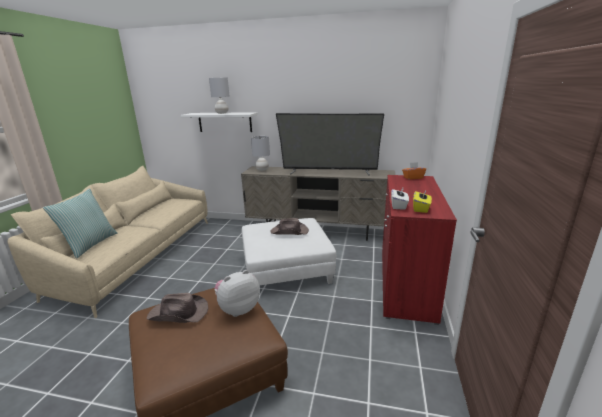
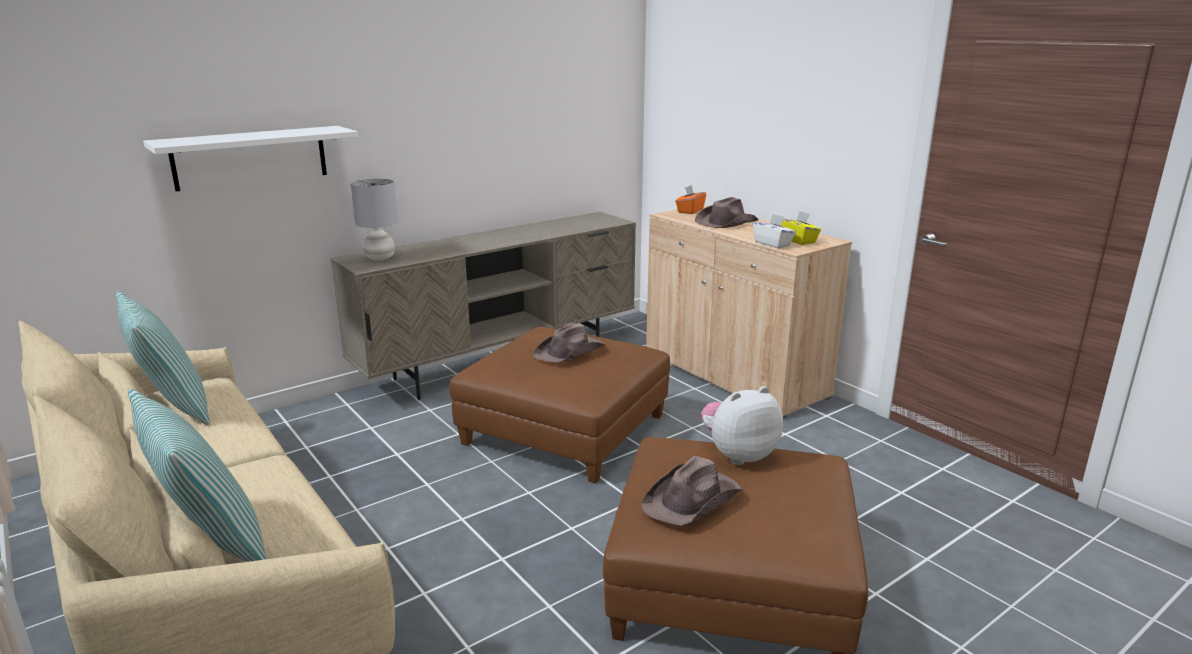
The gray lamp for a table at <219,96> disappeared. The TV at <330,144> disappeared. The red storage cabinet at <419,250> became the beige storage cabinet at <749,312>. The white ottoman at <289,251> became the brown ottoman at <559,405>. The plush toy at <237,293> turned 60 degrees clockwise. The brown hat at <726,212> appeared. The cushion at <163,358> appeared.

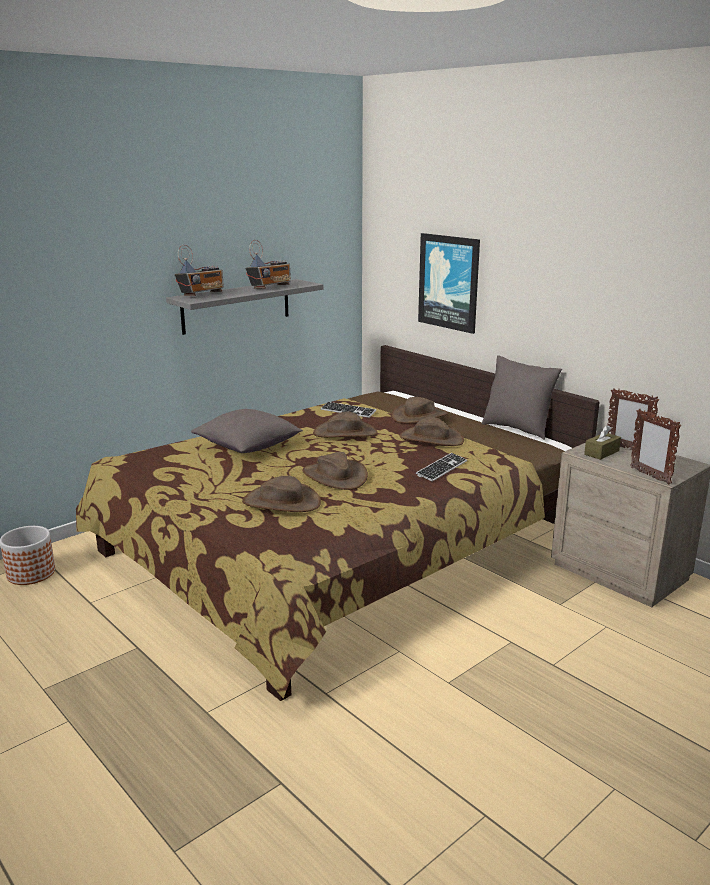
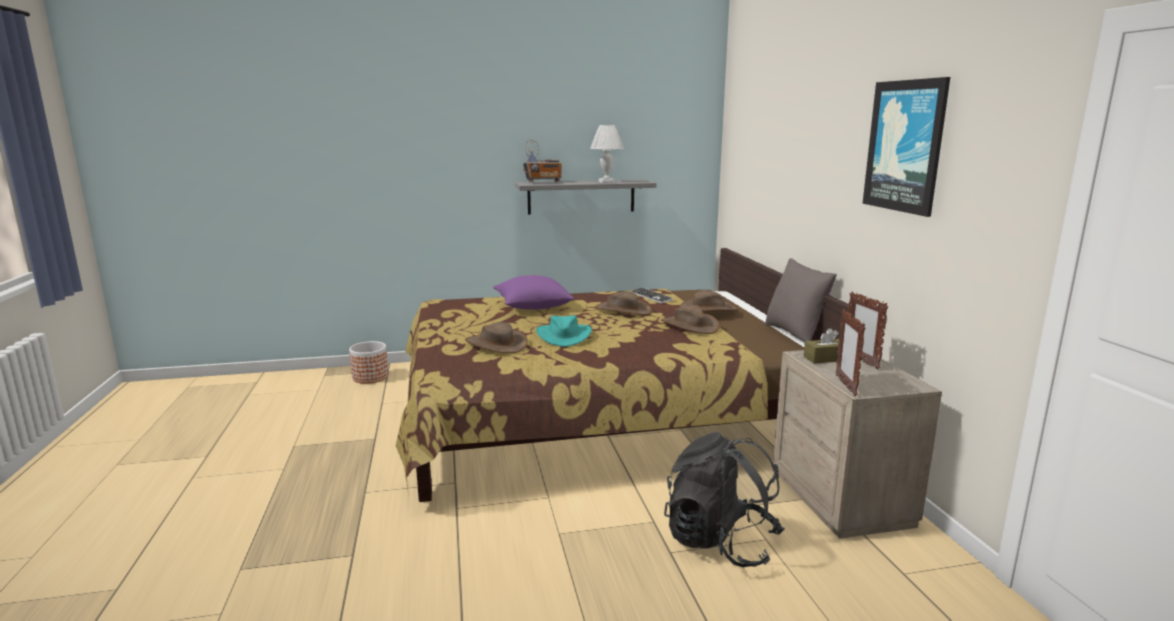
The wall picture moved from <449,283> to <906,147>. The radio receiver at <268,264> was replaced by the white lamp for a table at <607,154>. The gray cushion at <247,431> became the purple cushion at <534,292>. The brown hat at <335,471> became the blue-green hat at <564,331>. The keyboard at <441,467> disappeared. The black-coloured backpack at <724,499> appeared.

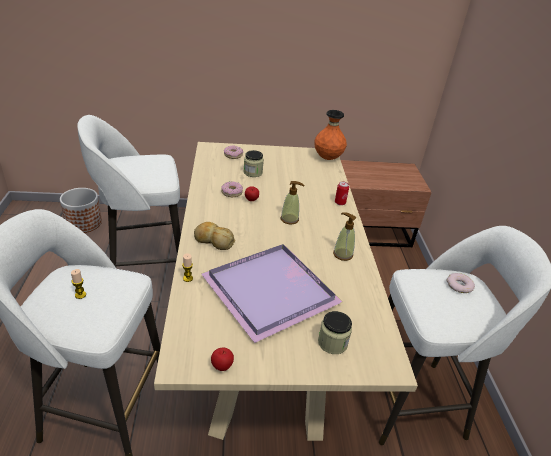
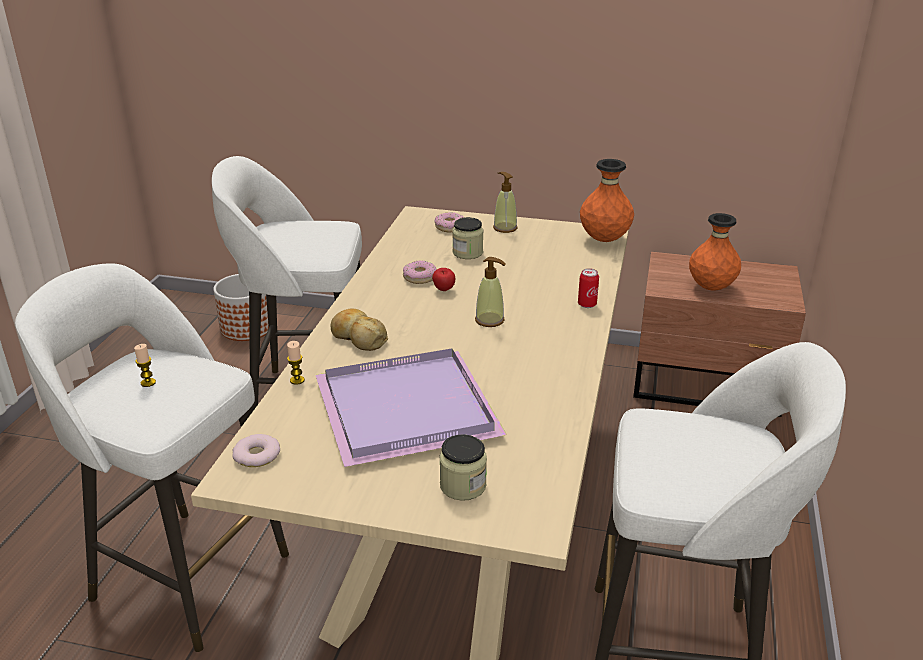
The soap dispenser moved from <344,236> to <505,202>. The donut moved from <460,283> to <256,450>. The apple at <222,359> disappeared. The orangey vase at <715,252> appeared.

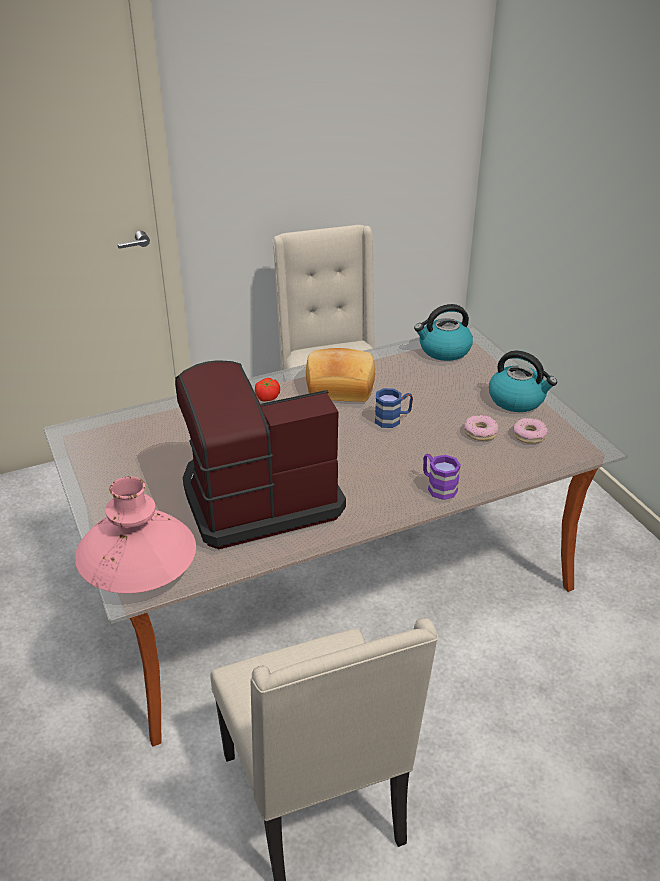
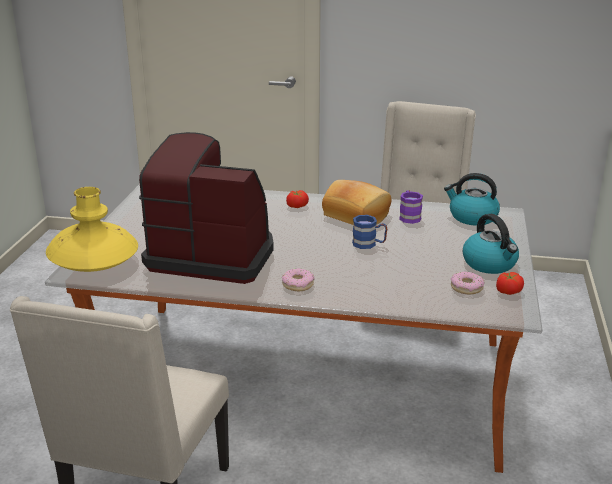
The donut moved from <481,428> to <298,279>. The purple tea mug moved from <442,477> to <411,207>. The pink vase at <135,534> became the yellow-coloured vase at <92,229>. The tomato at <510,283> appeared.

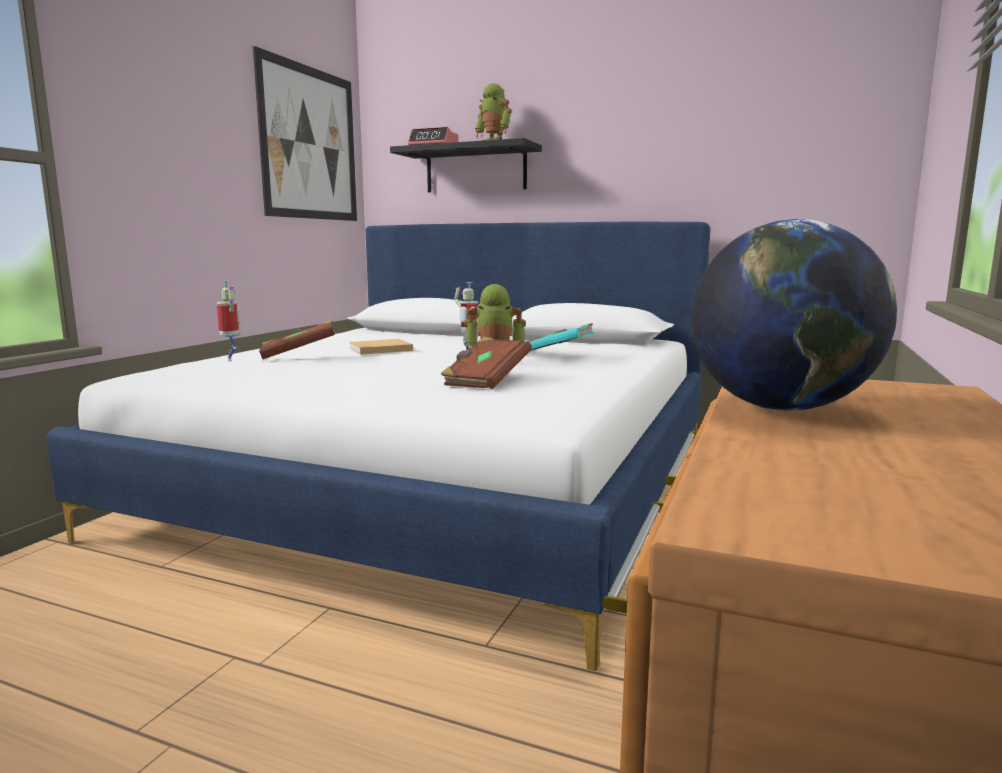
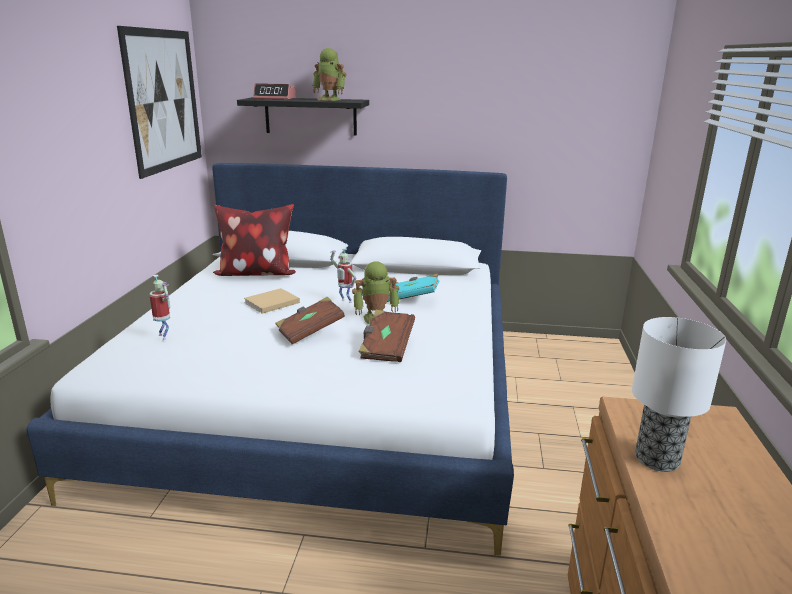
The desk globe at <794,315> was replaced by the lamp for a table at <679,394>. The brown volume moved from <297,339> to <310,320>. The cushion at <254,240> appeared.

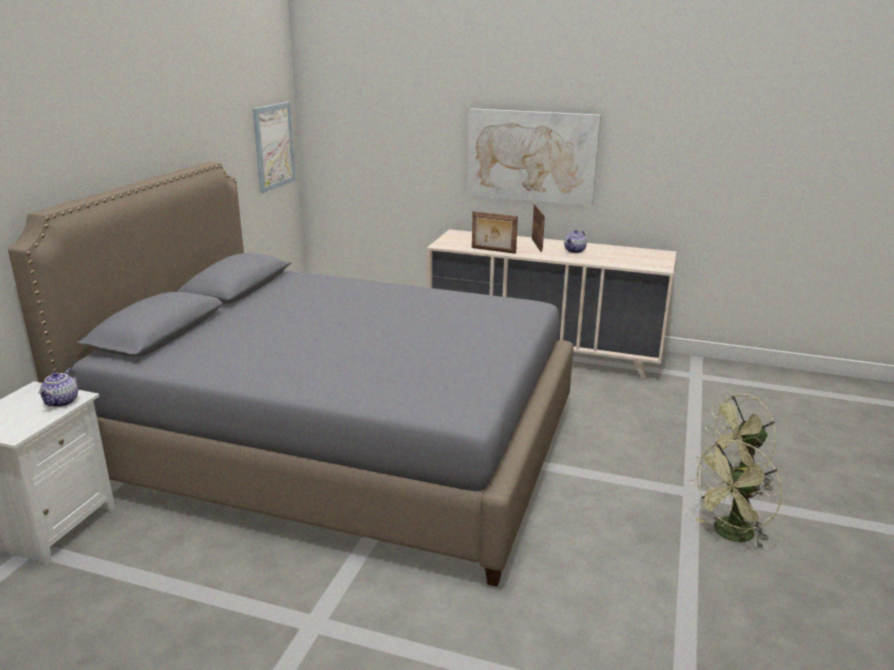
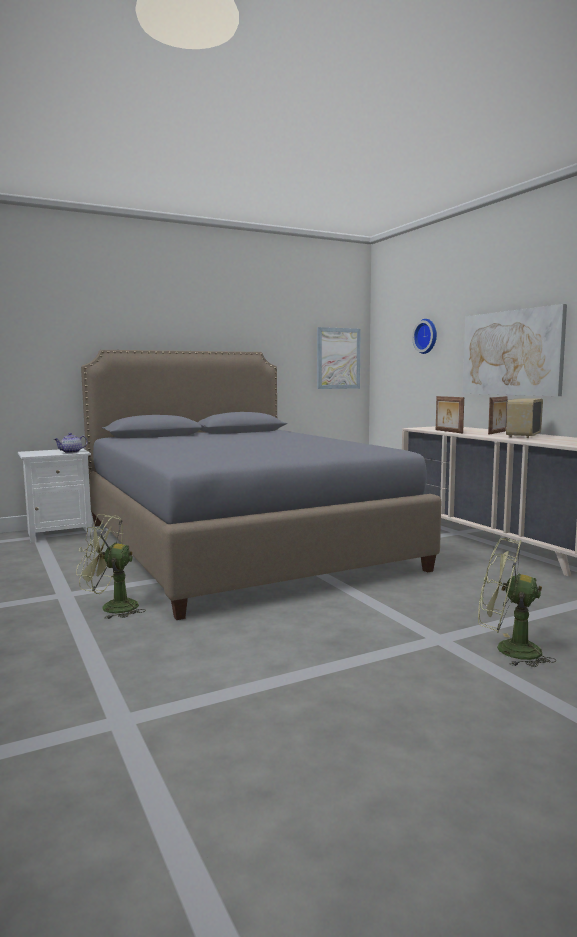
The pot for tea at <575,241> was replaced by the radio receiver at <524,418>. The greenish fan moved from <736,494> to <111,566>. The wall clock at <424,336> appeared.

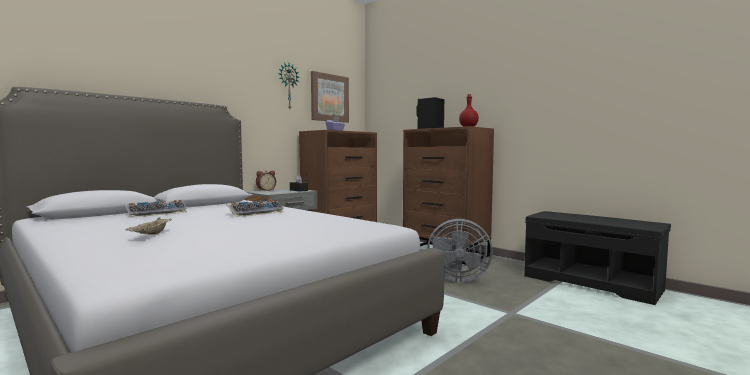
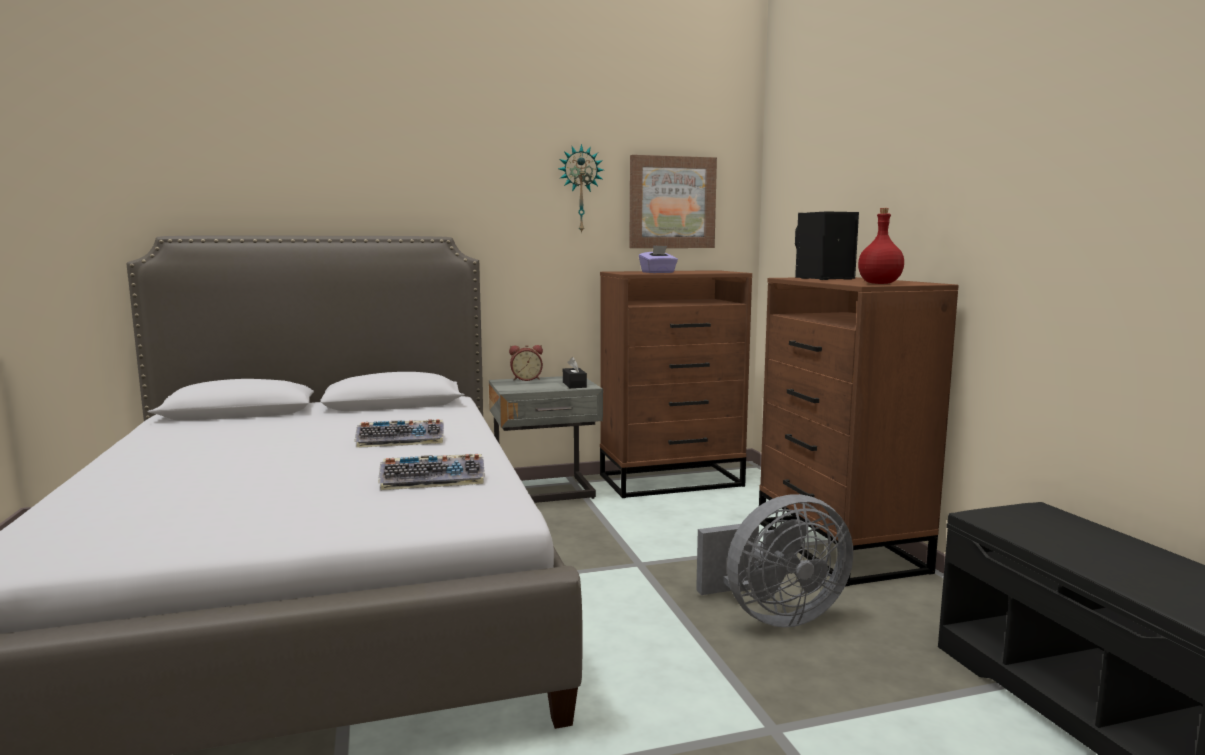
The keyboard moved from <156,209> to <431,472>. The beige tray at <148,226> disappeared. The gray fan at <460,250> turned 60 degrees counterclockwise.

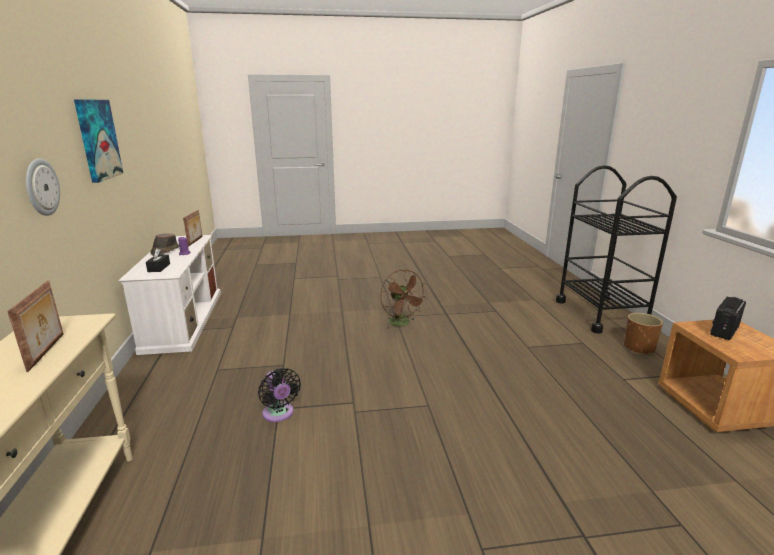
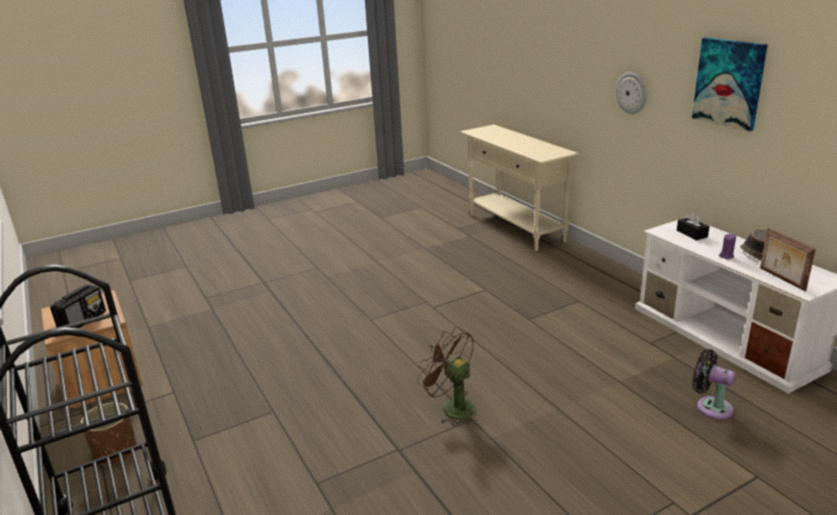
The photo frame at <35,326> disappeared. The black-coloured fan moved from <279,395> to <714,384>.

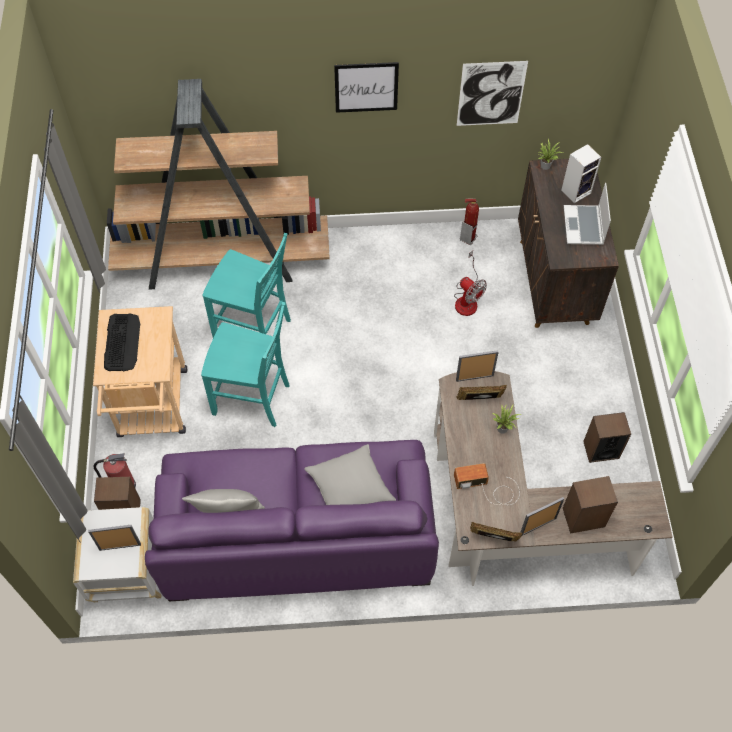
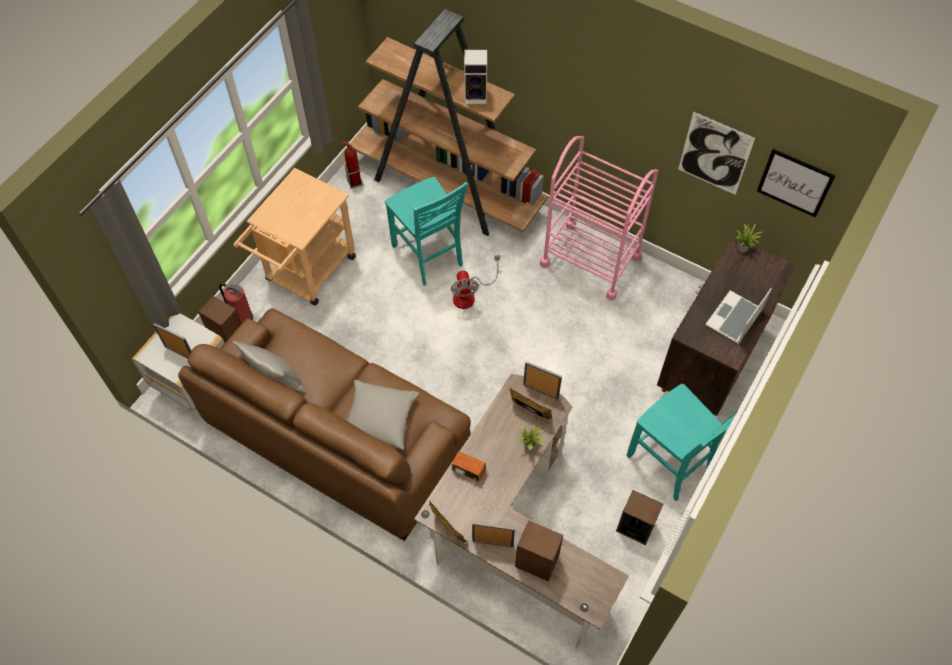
The wall picture moved from <366,87> to <796,183>. The audio speaker moved from <581,173> to <475,77>. The fire extinguisher moved from <469,222> to <352,165>. The fan moved from <470,283> to <475,282>. The blue-green upright chair moved from <245,364> to <687,442>. The keyboard at <122,342> disappeared. The purple couch at <292,521> became the brown couch at <324,424>. The pink wheeled cart at <599,218> appeared.

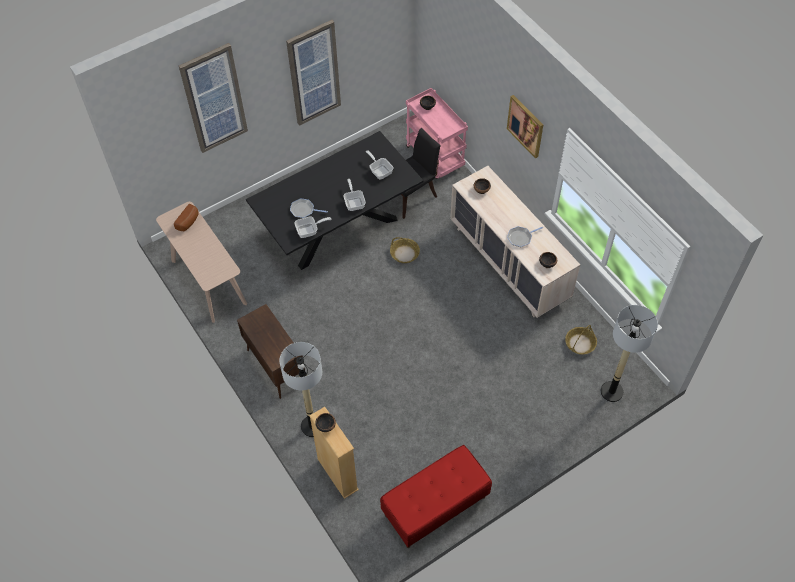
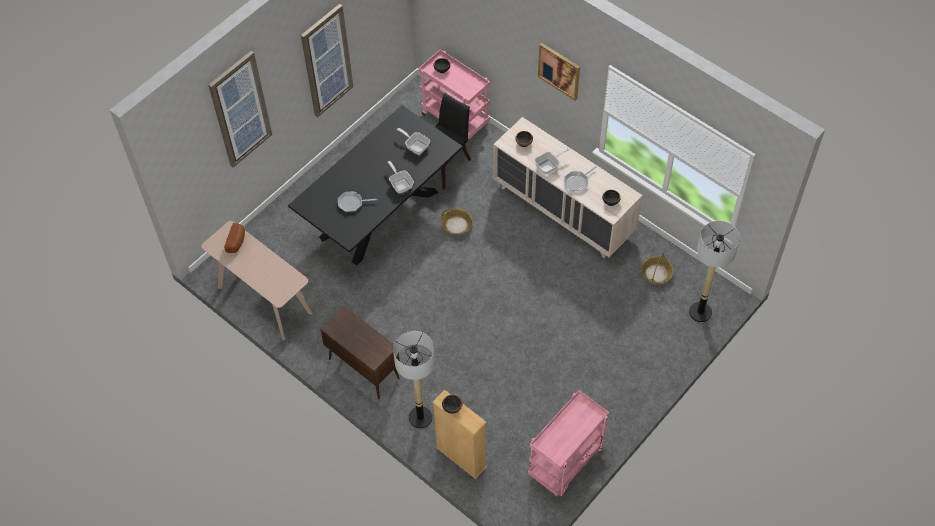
The skillet moved from <312,227> to <551,161>. The red bench at <436,496> was replaced by the pink wheeled cart at <568,443>.

